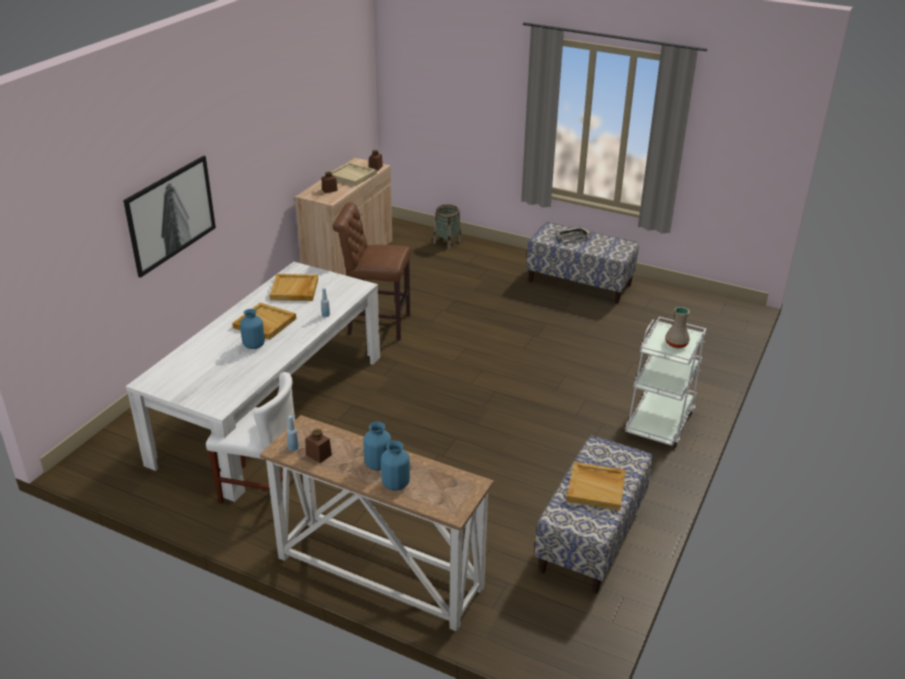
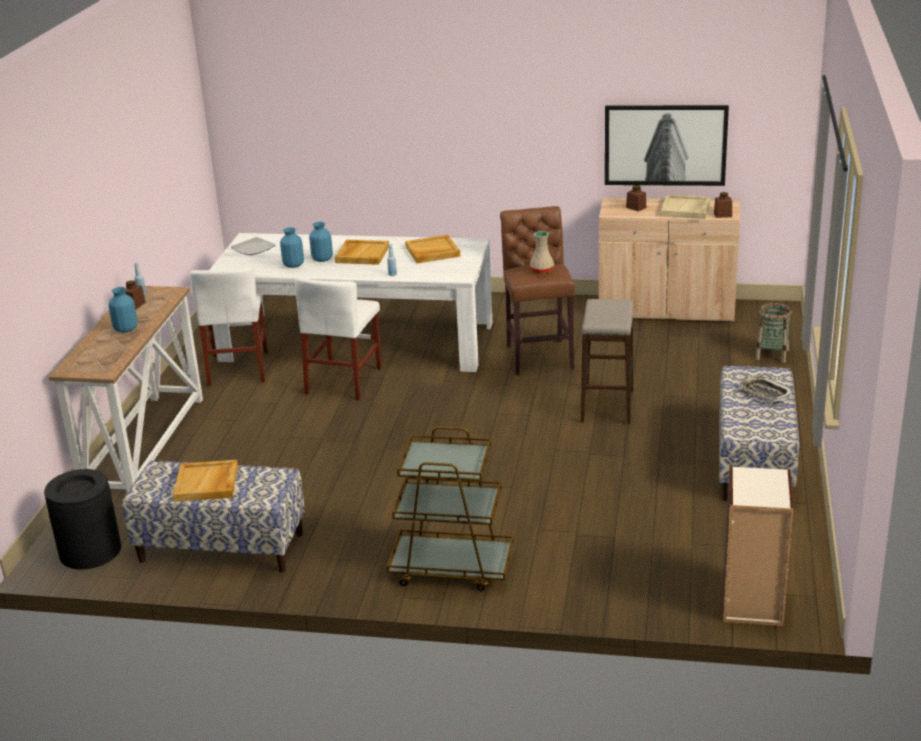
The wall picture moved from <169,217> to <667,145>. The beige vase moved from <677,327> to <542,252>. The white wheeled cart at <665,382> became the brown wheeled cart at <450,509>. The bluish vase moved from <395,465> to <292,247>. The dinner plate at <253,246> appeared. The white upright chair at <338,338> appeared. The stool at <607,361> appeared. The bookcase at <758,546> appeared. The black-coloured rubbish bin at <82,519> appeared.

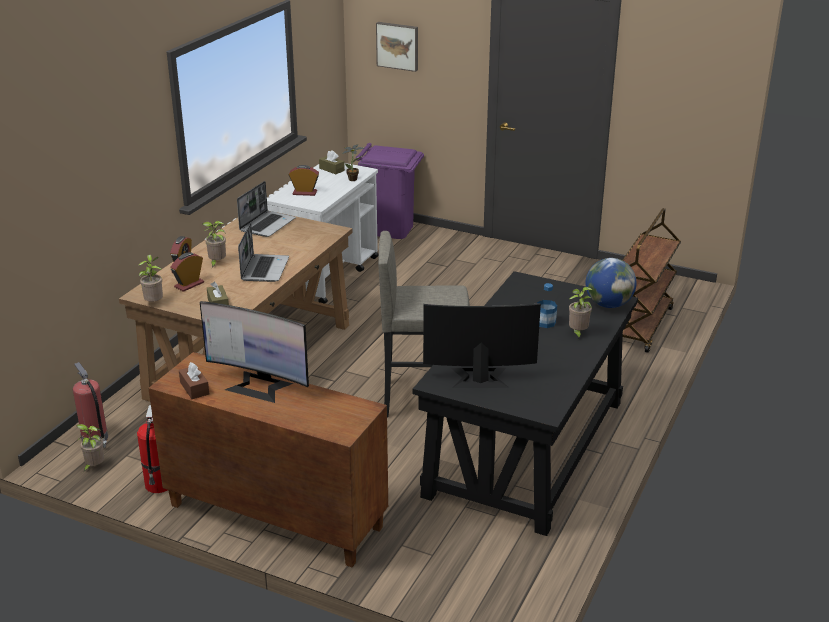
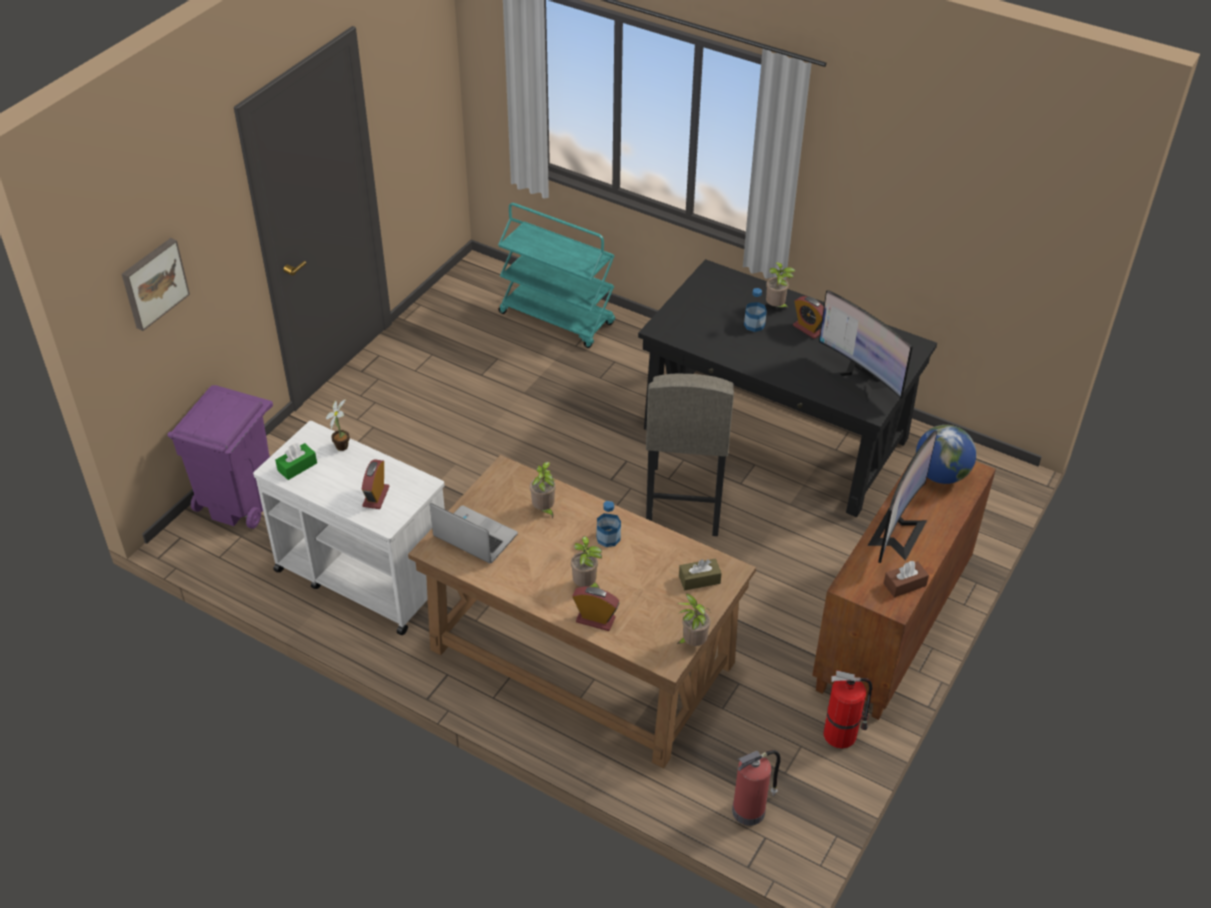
The brown box of tissues at <332,162> became the greenish box of tissues at <296,461>. The brown wheeled cart at <652,280> became the blue-green wheeled cart at <556,275>. The laptop at <263,252> was replaced by the beverage bottle at <608,524>. The bedside clock moved from <187,272> to <808,317>. The desk globe moved from <611,283> to <946,454>. The computer screen at <482,345> turned 45 degrees counterclockwise. The houseplant moved from <90,448> to <543,490>.

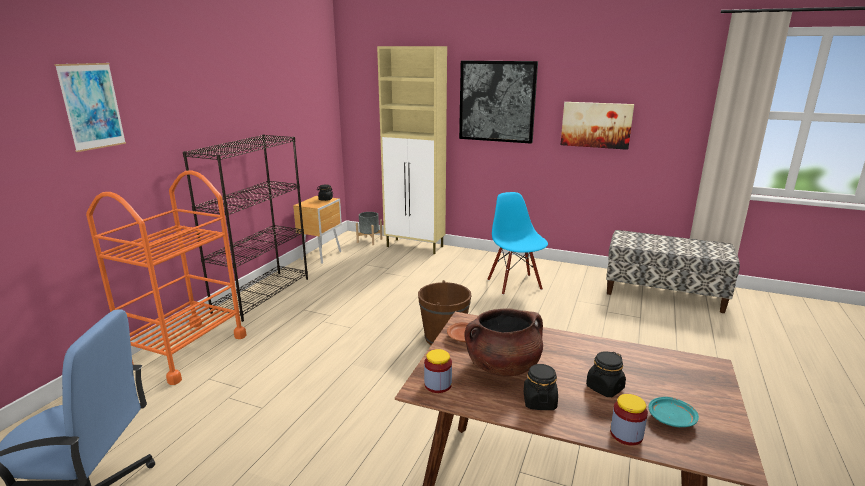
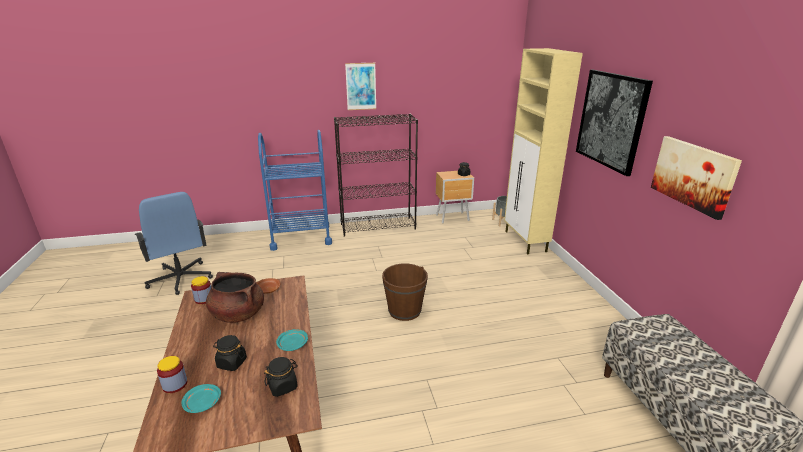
The wall picture moved from <90,107> to <360,86>. The orangey wheeled cart at <166,277> became the bluish wheeled cart at <295,190>. The bluish upright chair at <518,243> disappeared. The black-coloured storage jar moved from <541,387> to <281,377>. The blue-green dinner plate at <292,340> appeared.

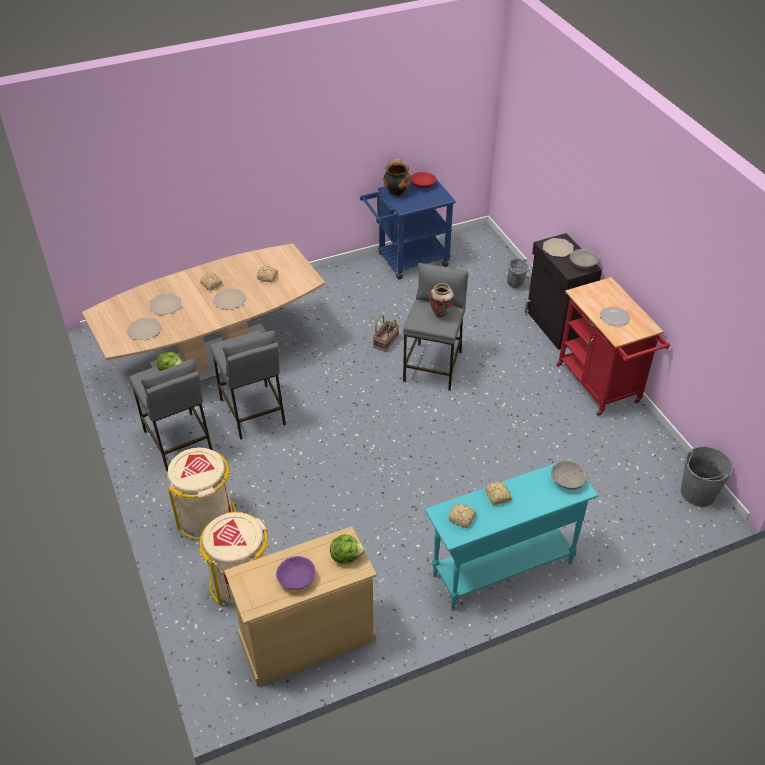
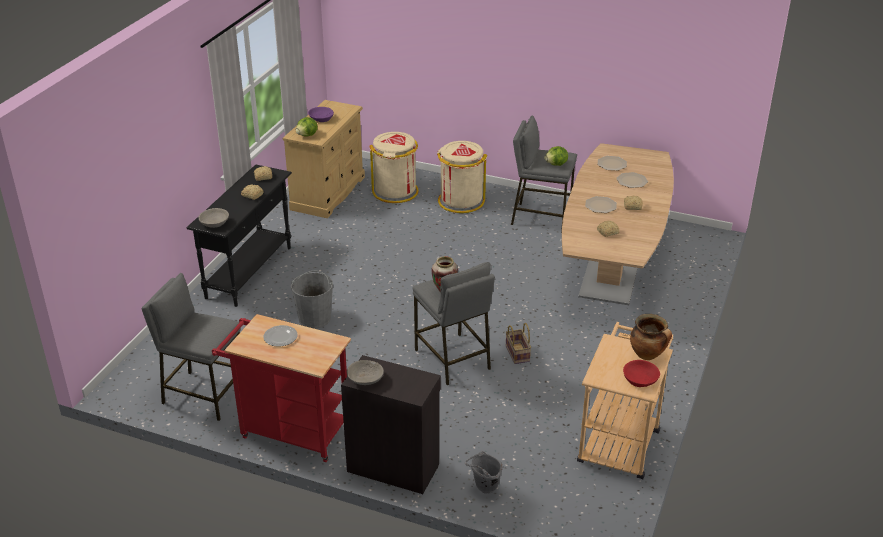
The bluish wheeled cart at <408,229> became the beige wheeled cart at <625,401>. The dinner plate at <558,247> disappeared. The gray stool moved from <248,385> to <191,347>. The gray water bucket moved from <707,476> to <312,300>. The blue-green console table at <511,534> became the black-coloured console table at <239,235>.

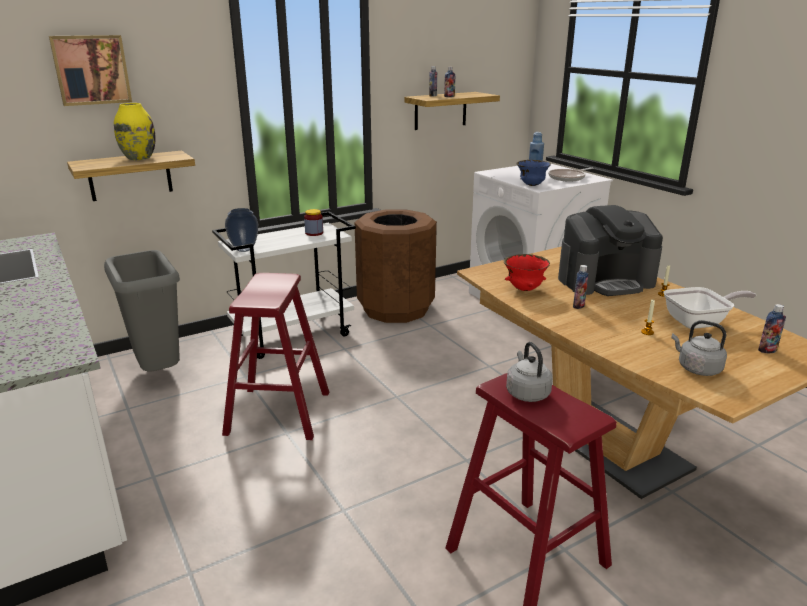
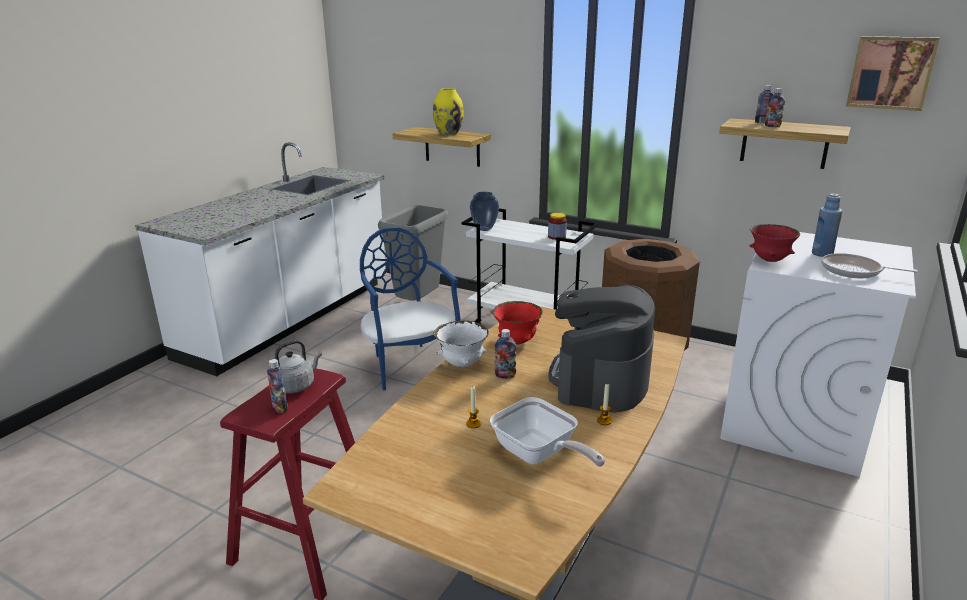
The wall picture moved from <90,70> to <893,73>. The bluish serving bowl at <533,173> became the red serving bowl at <774,243>. The coffee machine at <610,250> turned 60 degrees clockwise. The red stool at <275,356> was replaced by the bluish upright chair at <410,308>. The beverage bottle moved from <772,328> to <277,386>. The gray tea kettle at <699,348> disappeared. The white serving bowl at <461,343> appeared.

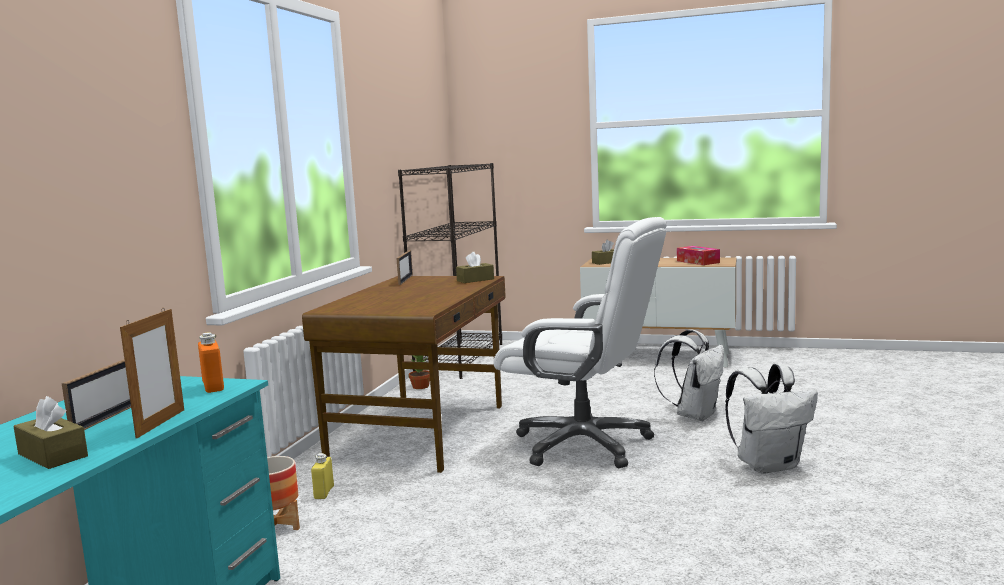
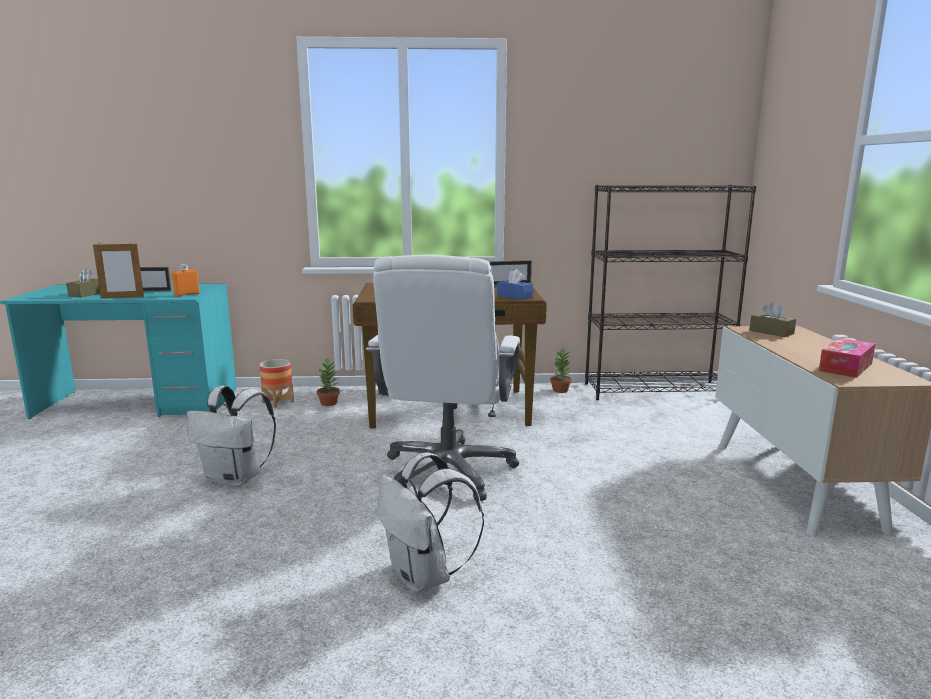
The brown box of tissues at <475,267> became the bluish box of tissues at <515,284>. The white backpack moved from <689,375> to <231,436>. The yellow-coloured beverage bottle at <322,476> was replaced by the houseplant at <328,382>.

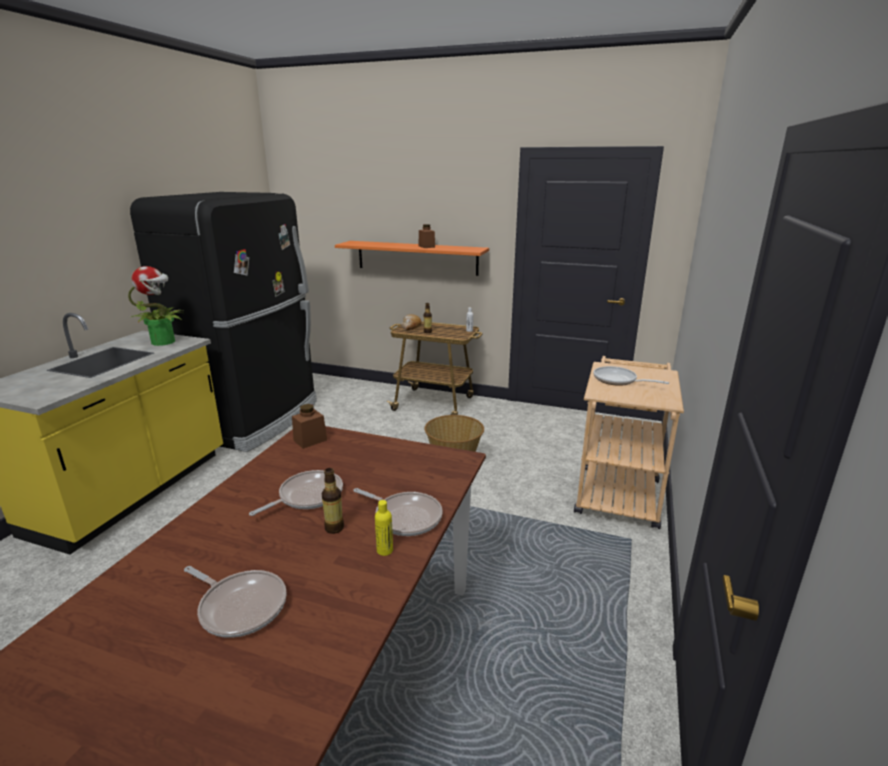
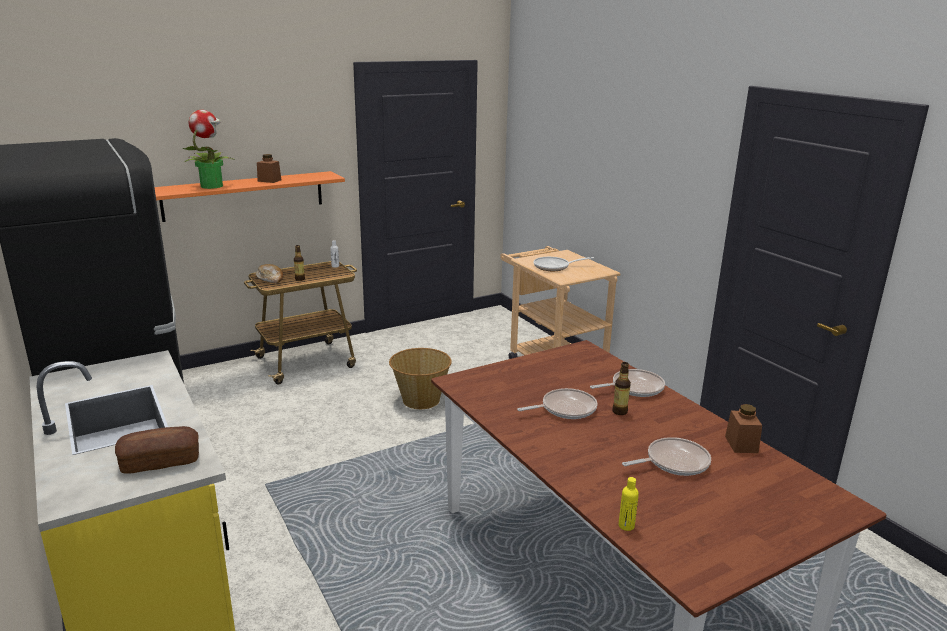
The houseplant moved from <156,306> to <209,149>. The brown storage jar moved from <309,426> to <743,428>. The skillet at <296,493> turned 75 degrees clockwise. The yellow-coloured beverage bottle moved from <384,528> to <629,504>. The bread at <157,450> appeared.

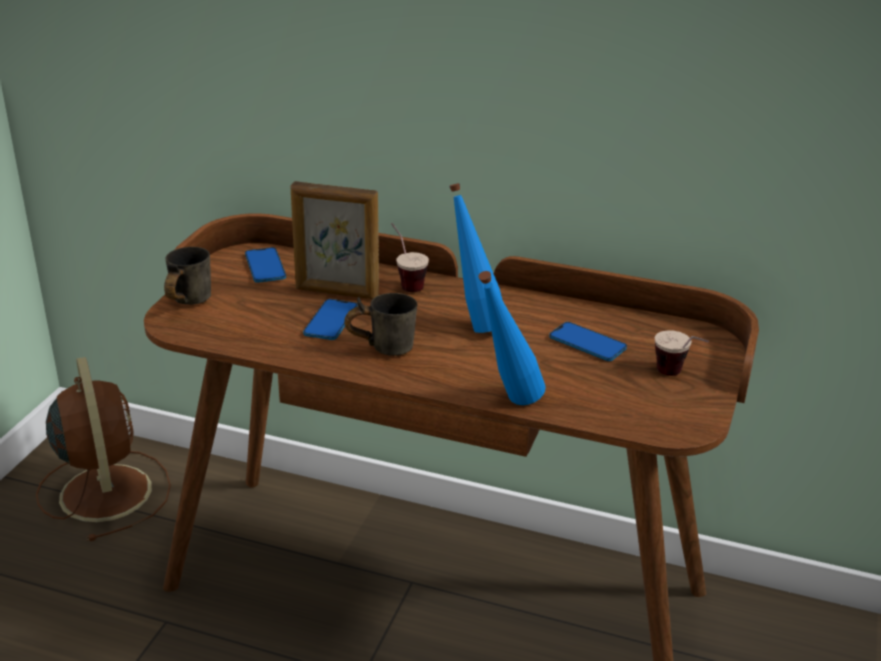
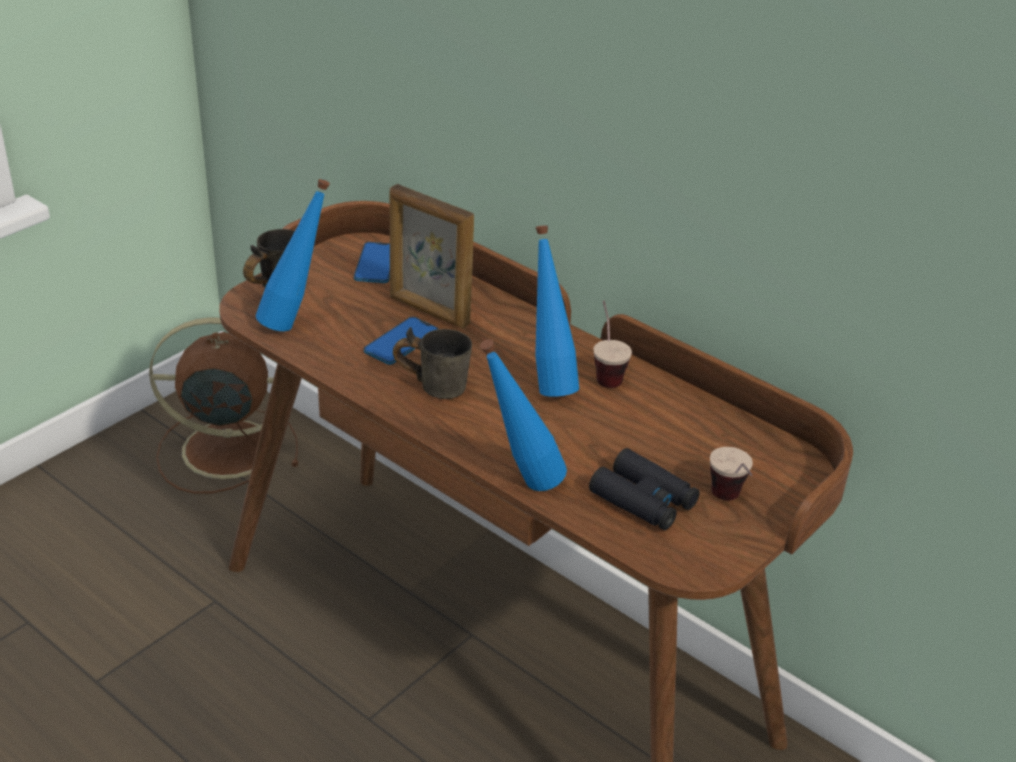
The cup moved from <410,257> to <612,344>. The phone at <588,341> disappeared. The brown fan at <103,449> turned 90 degrees counterclockwise. The bluish beverage bottle at <293,255> appeared. The black-coloured binoculars at <644,489> appeared.

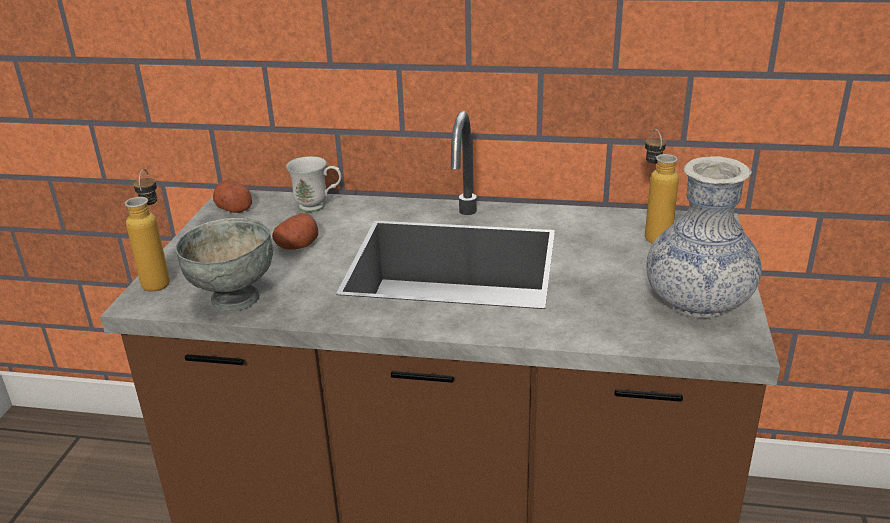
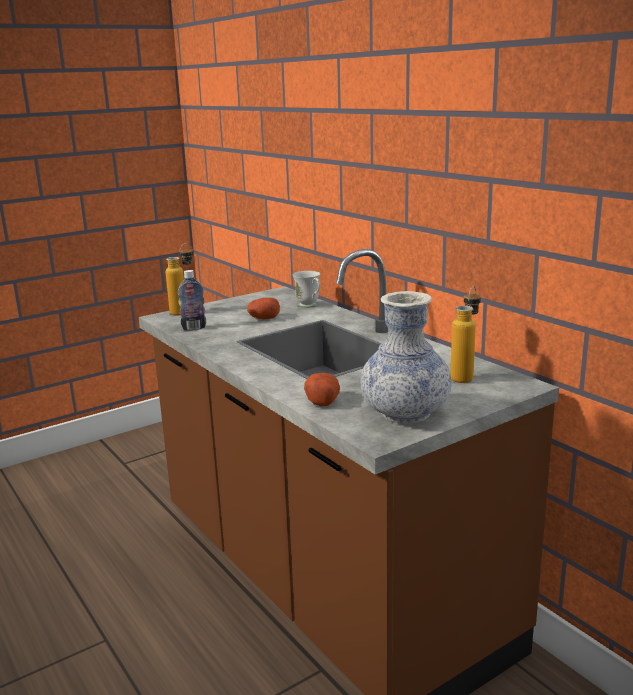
The whole potato moved from <232,196> to <322,389>. The gray serving bowl at <224,265> was replaced by the beverage bottle at <192,300>.

